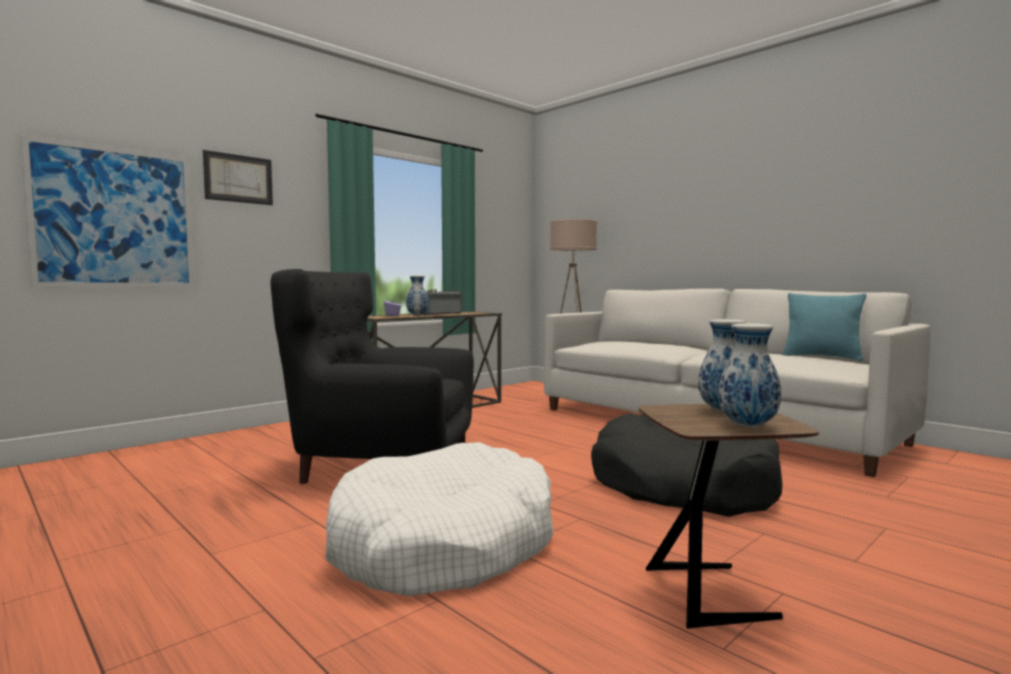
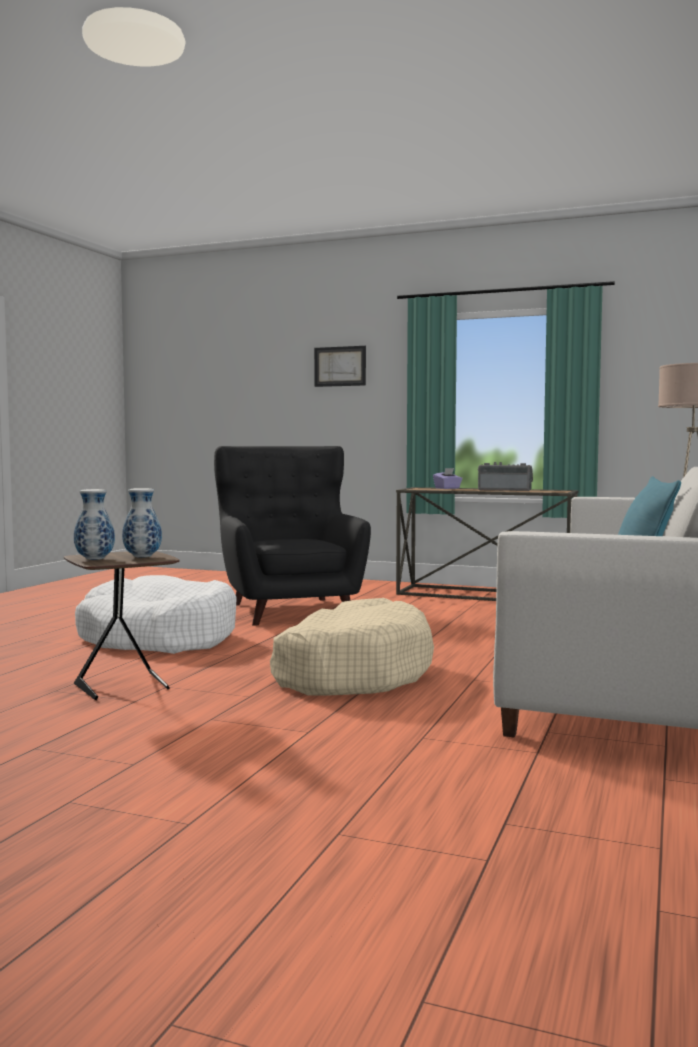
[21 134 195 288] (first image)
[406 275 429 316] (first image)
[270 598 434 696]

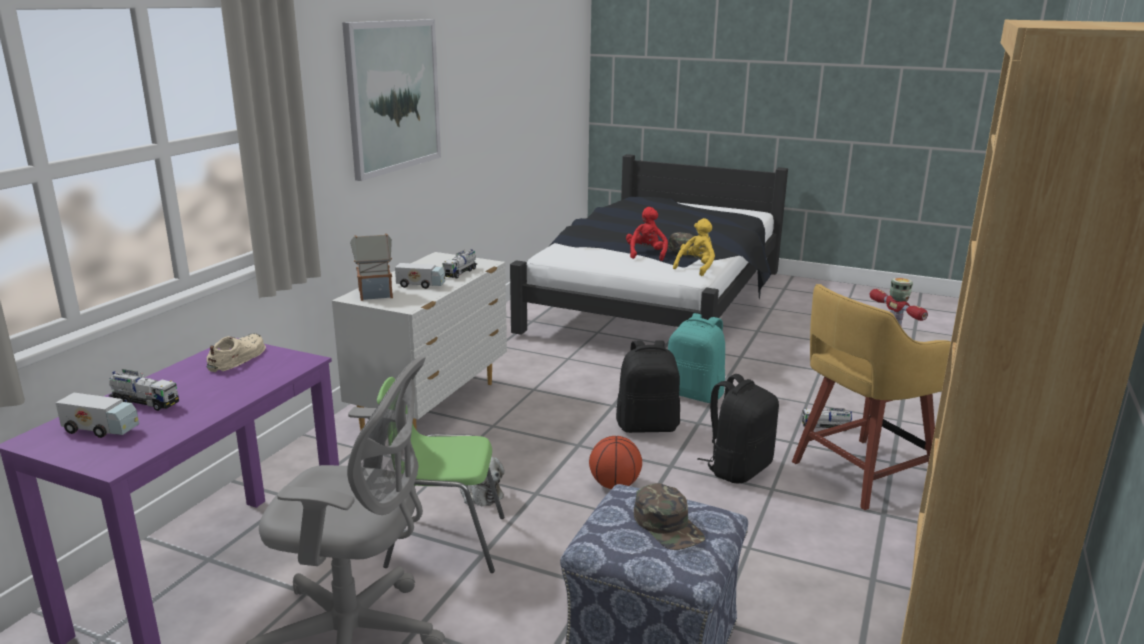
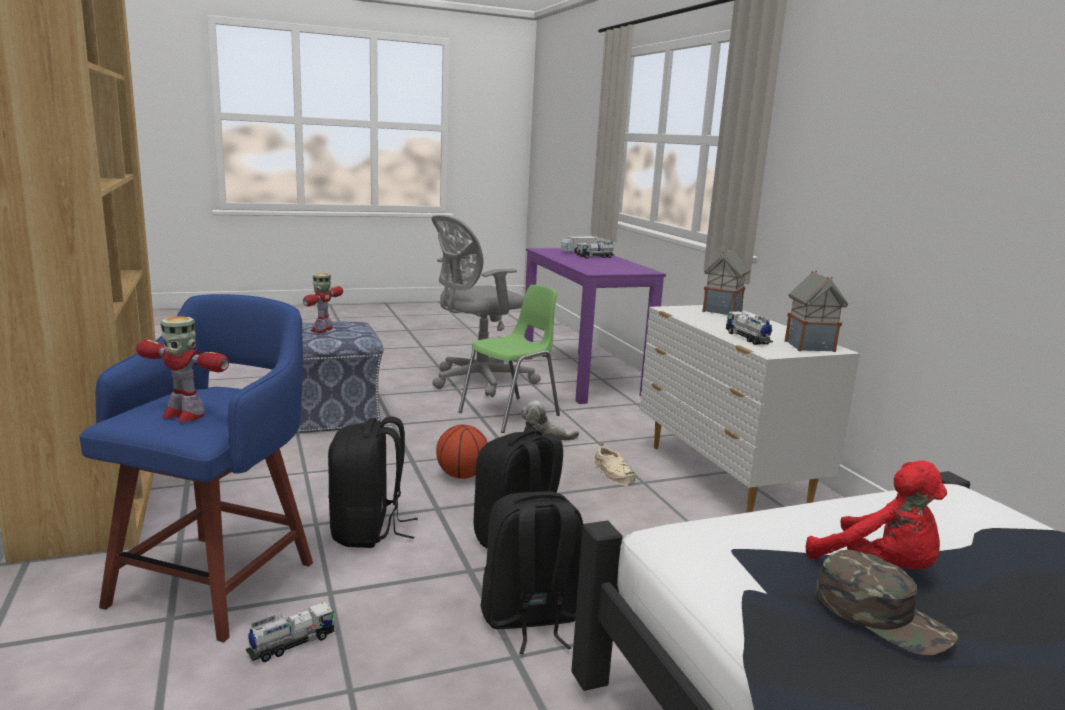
[342 19 441 181] (first image)
[673 218 715 276] (first image)
[395 263 445 289] (first image)
[79 294 313 642]
[481 491 583 654]
[595 443 636 486]
[303 273 343 333]
[785 271 848 352]

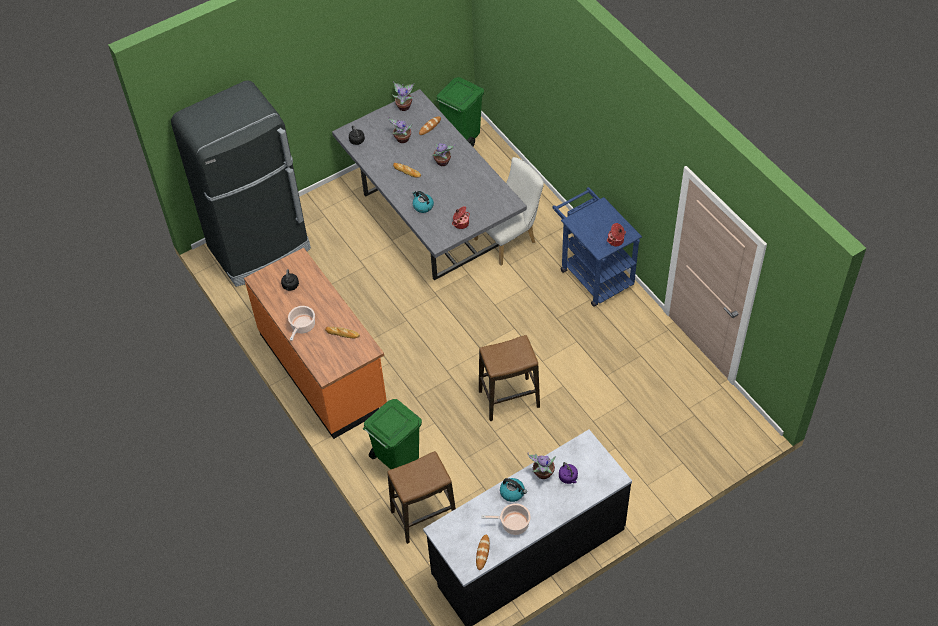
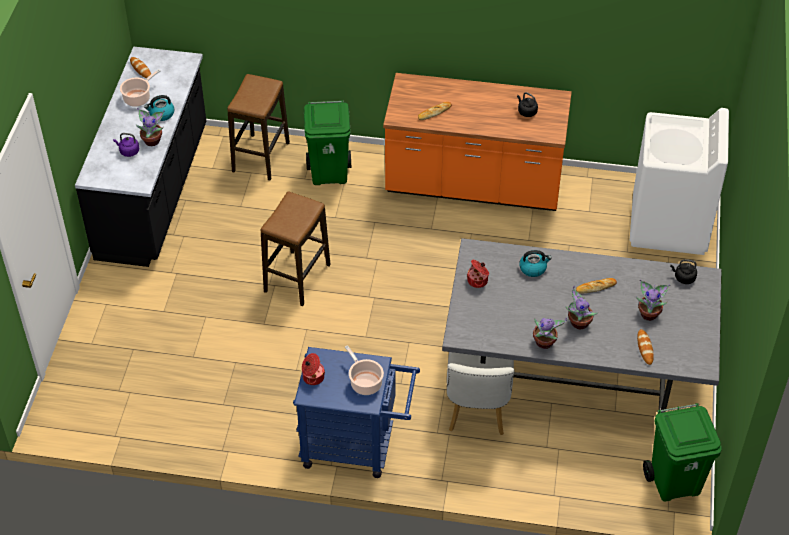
[630 108 729 255]
[533 318 567 349]
[345 345 384 395]

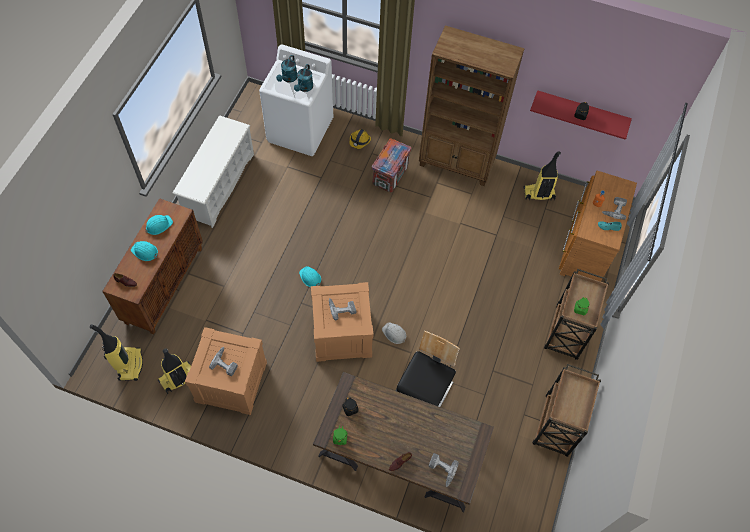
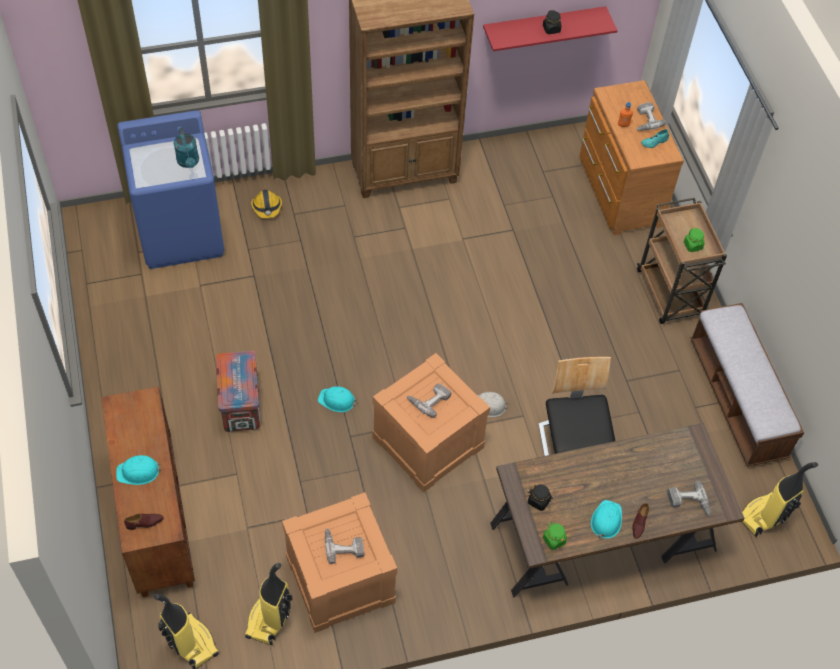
[117 110 224 269]
[276 55 297 82] (first image)
[172 115 254 228] (first image)
[216 351 260 432]
[742 462 818 537]
[591 500 622 539]
[691 303 804 467]

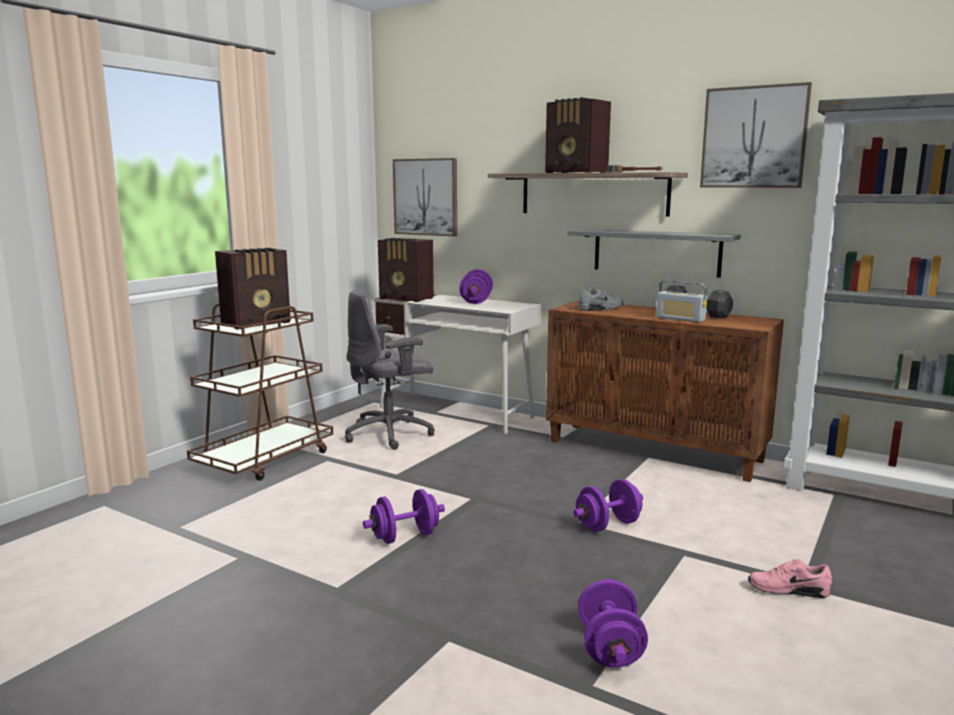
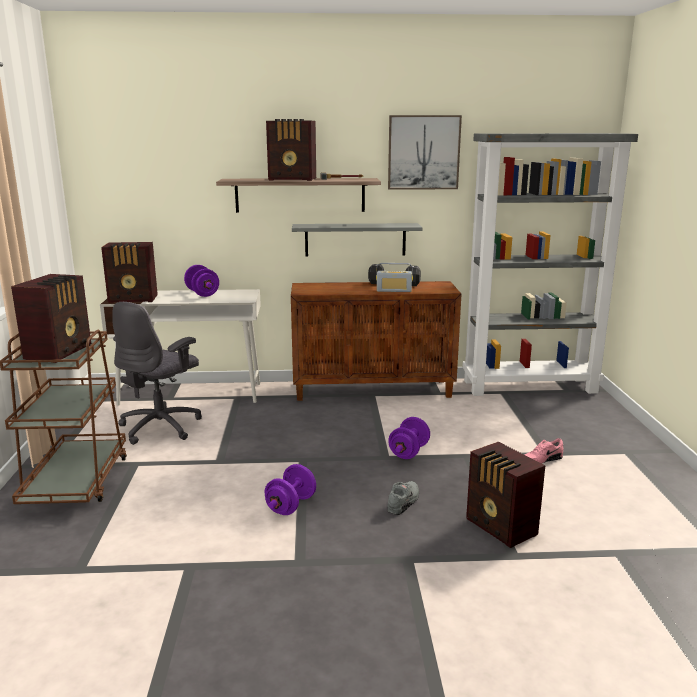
[393 158 457 236] (first image)
[387 481 419 515]
[466 442 545 548]

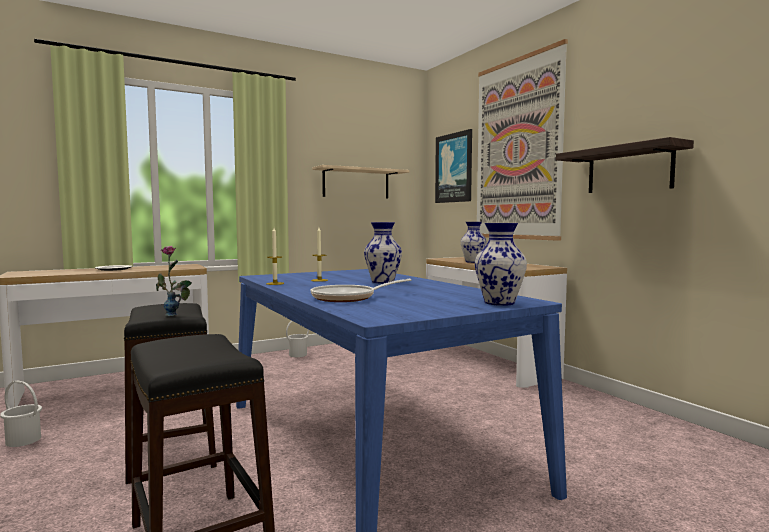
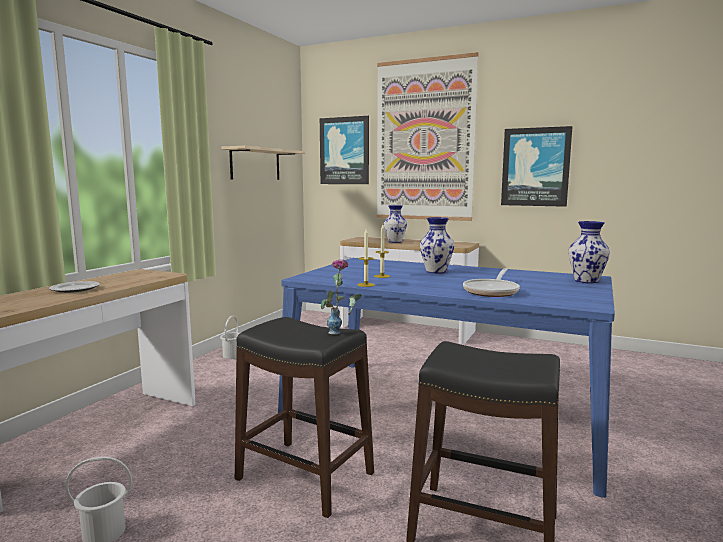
[501 126 572 207]

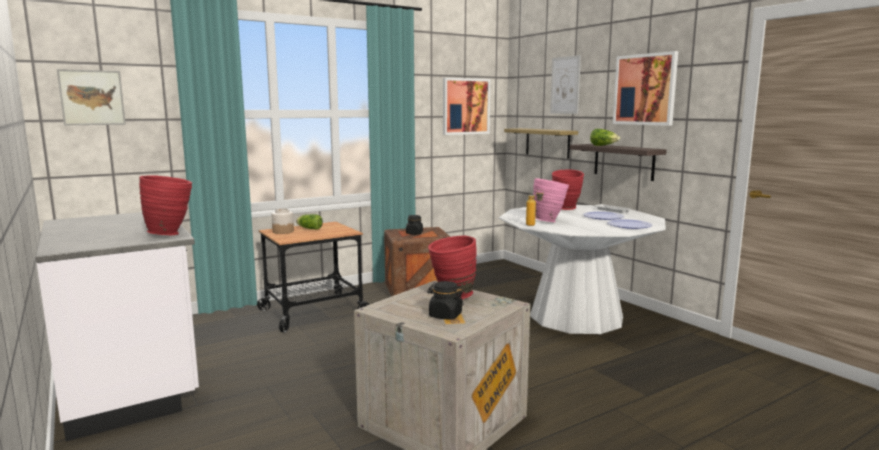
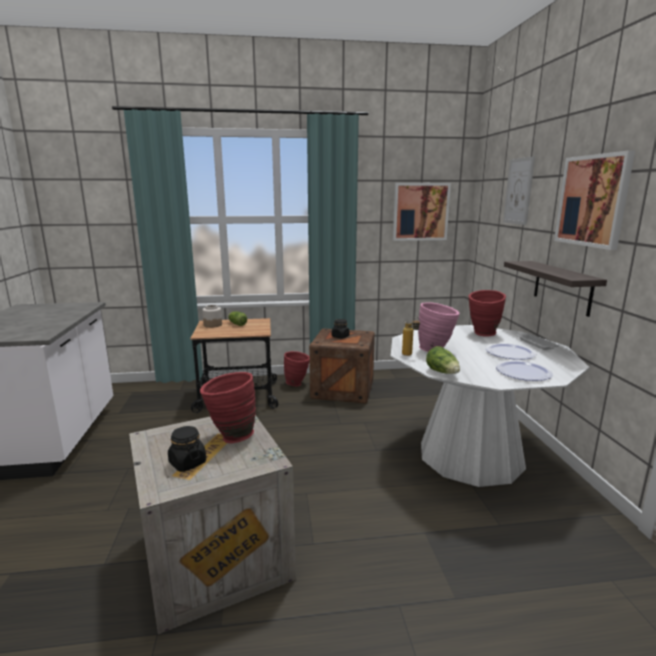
[57 69 126 125] (first image)
[504 128 578 159] (first image)
[426 346 460 374]
[284 351 310 387]

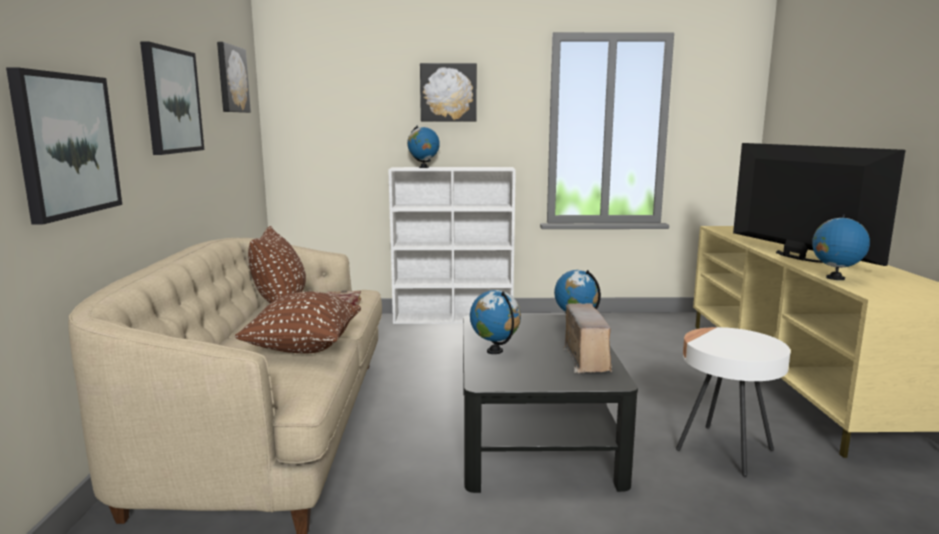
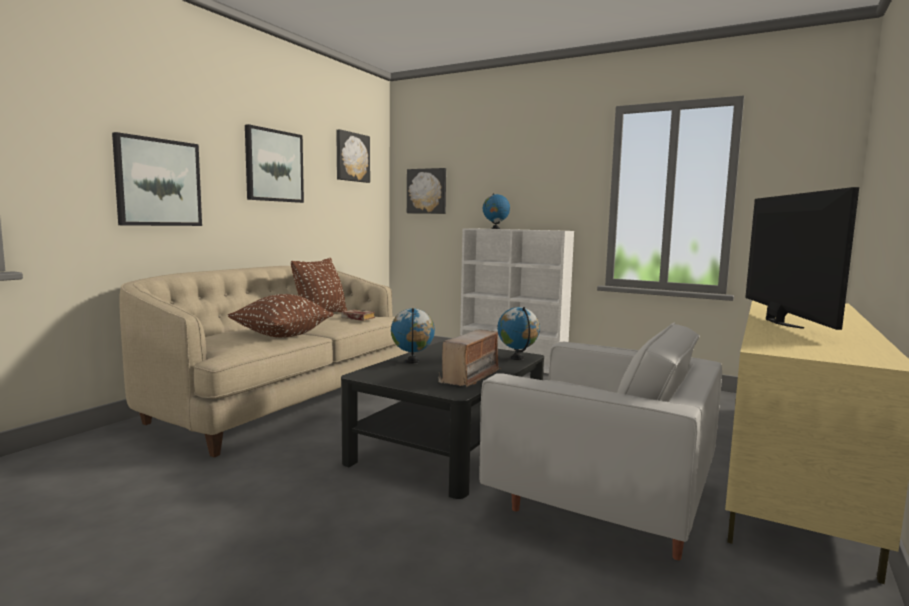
[407 168 446 214]
[812 214 870 280] (first image)
[479 322 722 560]

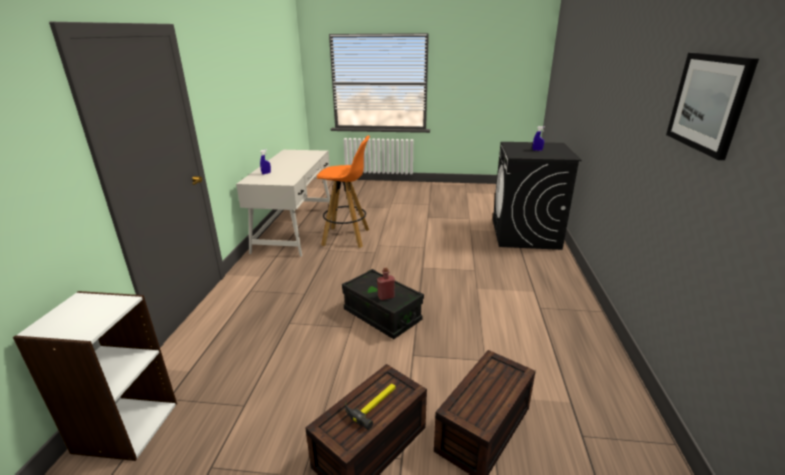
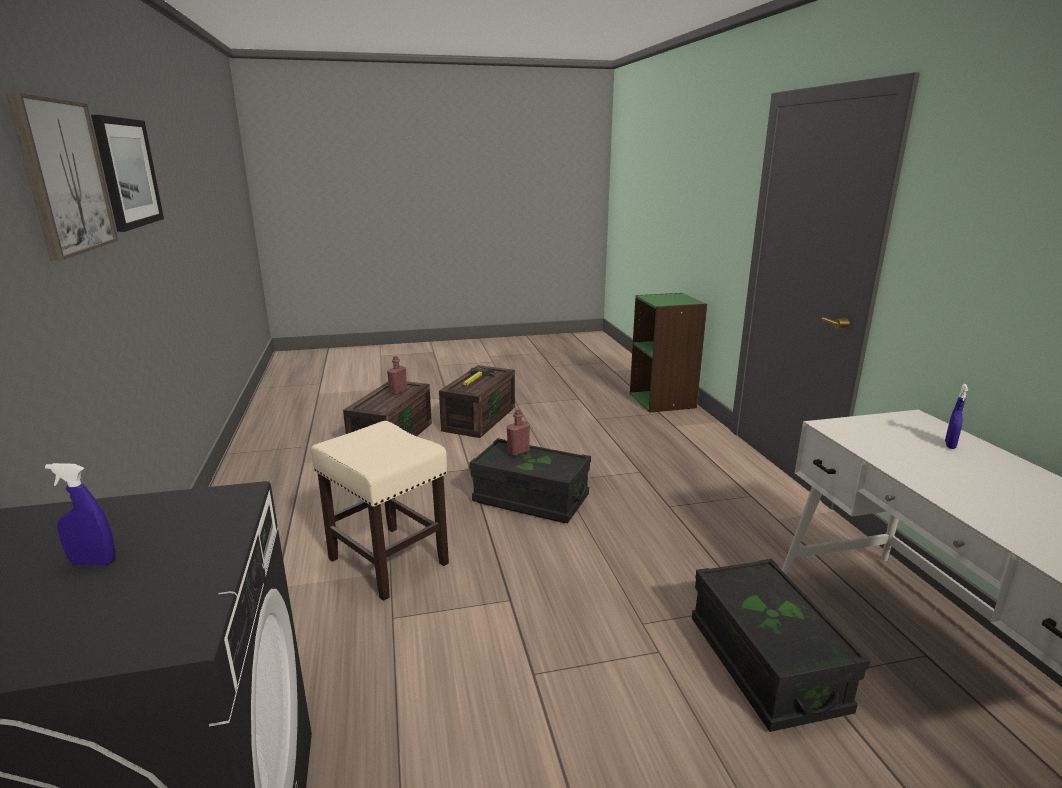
[692 559 871 732]
[630 293 707 413]
[6 93 118 260]
[387 356 407 395]
[311 421 449 601]

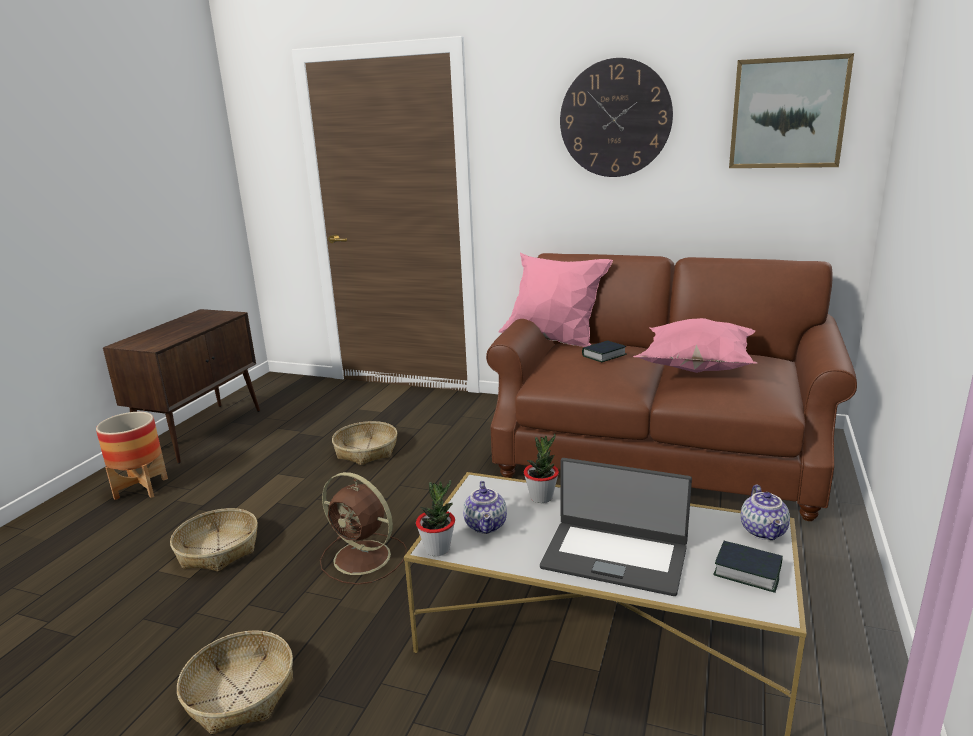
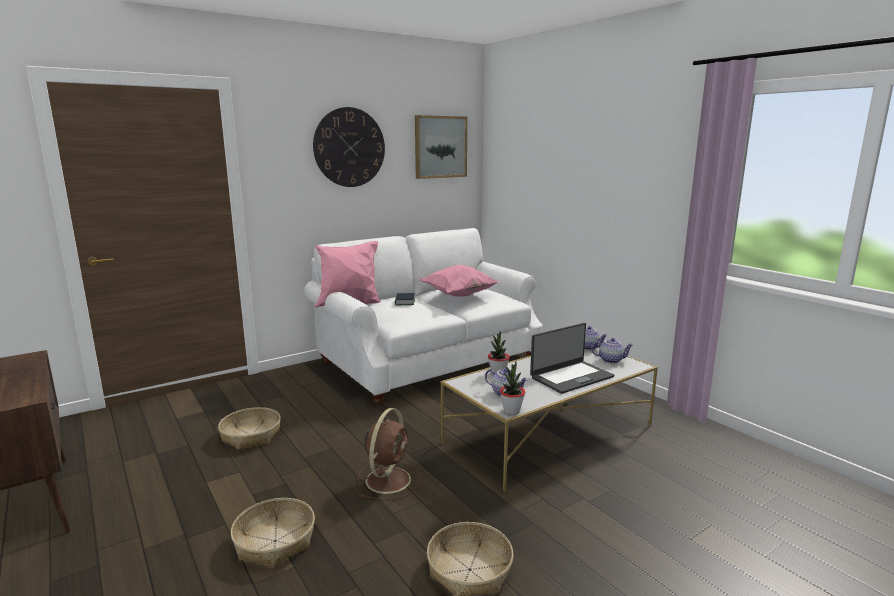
[304 228 542 405]
[96 412 168 500] (first image)
[358 408 422 500]
[591 338 633 363]

